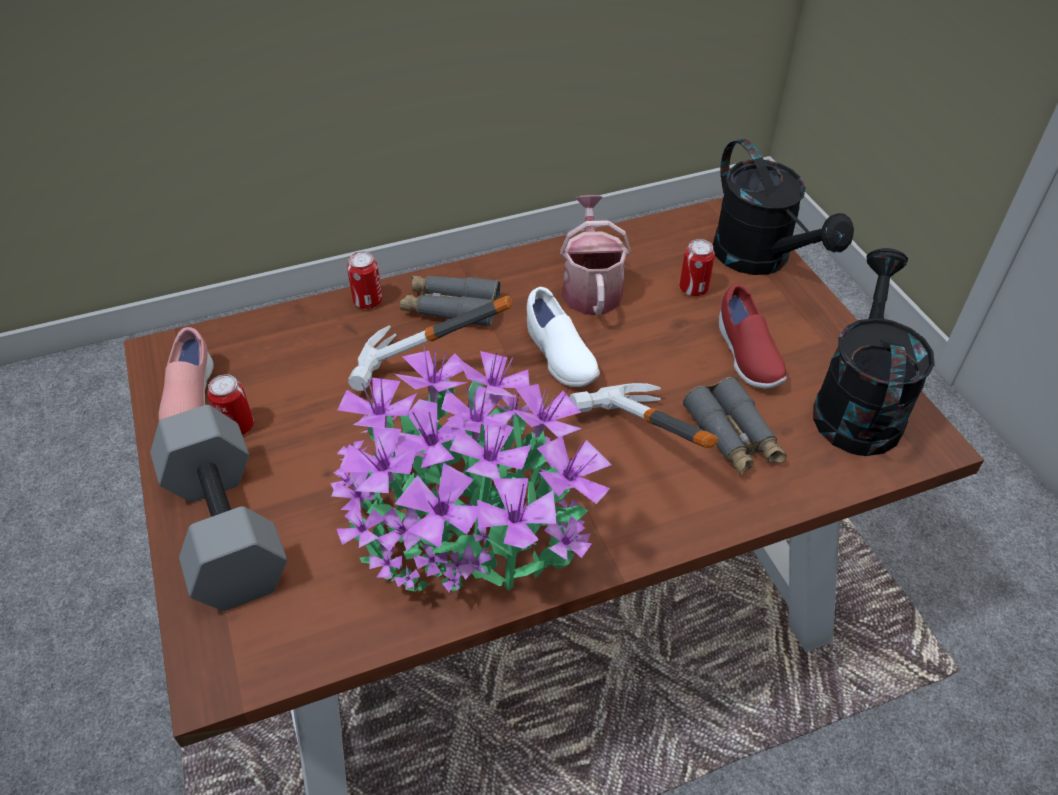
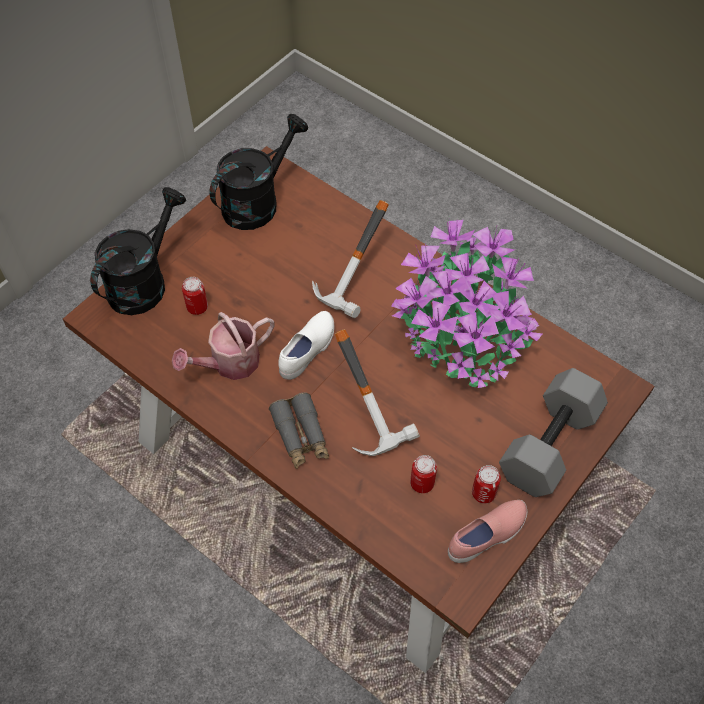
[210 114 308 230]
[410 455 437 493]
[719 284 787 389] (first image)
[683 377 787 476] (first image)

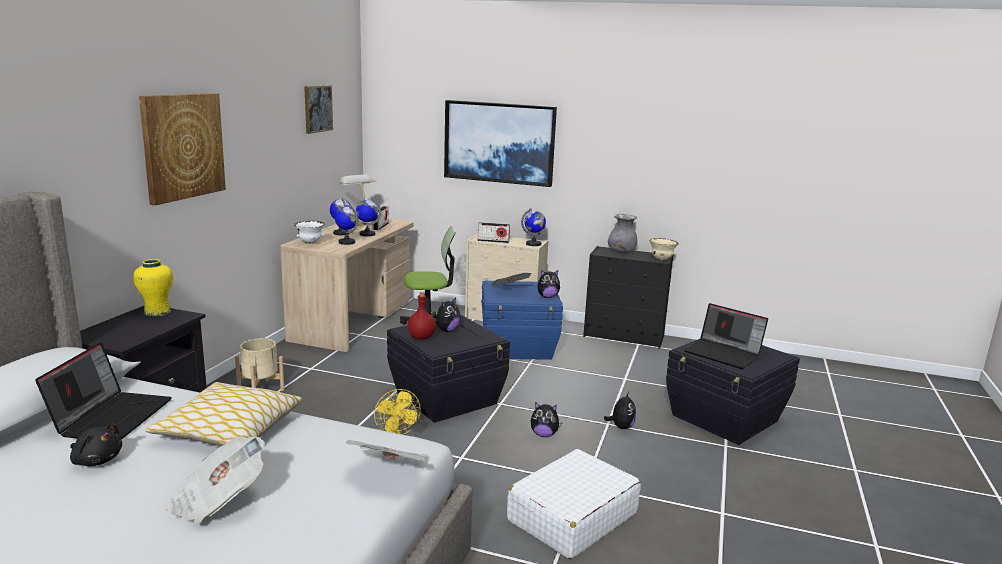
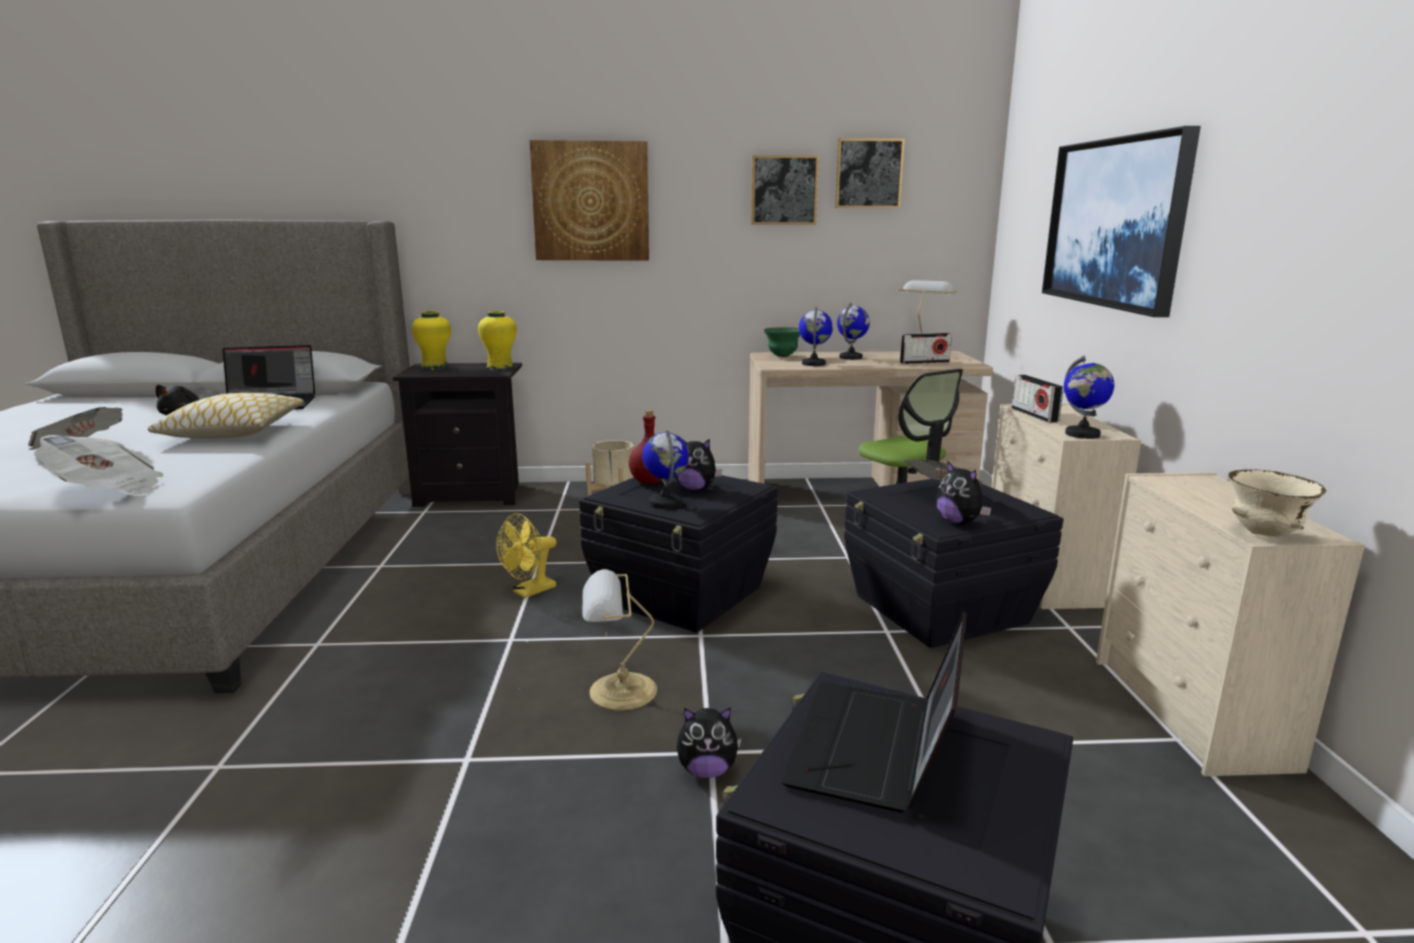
[642 430 689 509]
[608 214 637 253] (first image)
[764 327 800 357]
[1096 472 1365 776]
[844 479 1063 648]
[582 569 657 711]
[507 449 641 559] (first image)
[751 155 819 225]
[412 311 451 370]

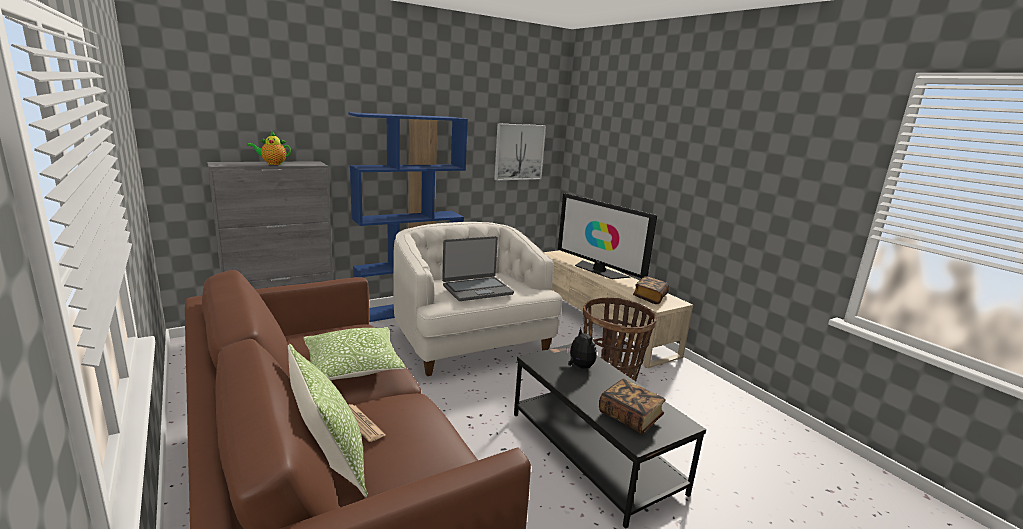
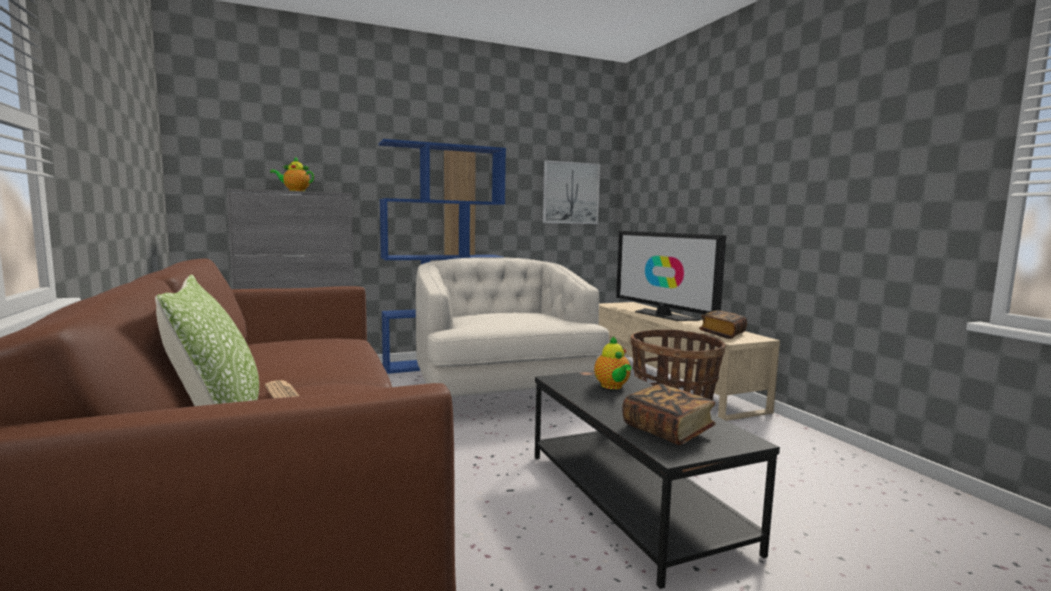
[442 236 514 301] (first image)
[303 327 406 380] (first image)
[594 336 632 389]

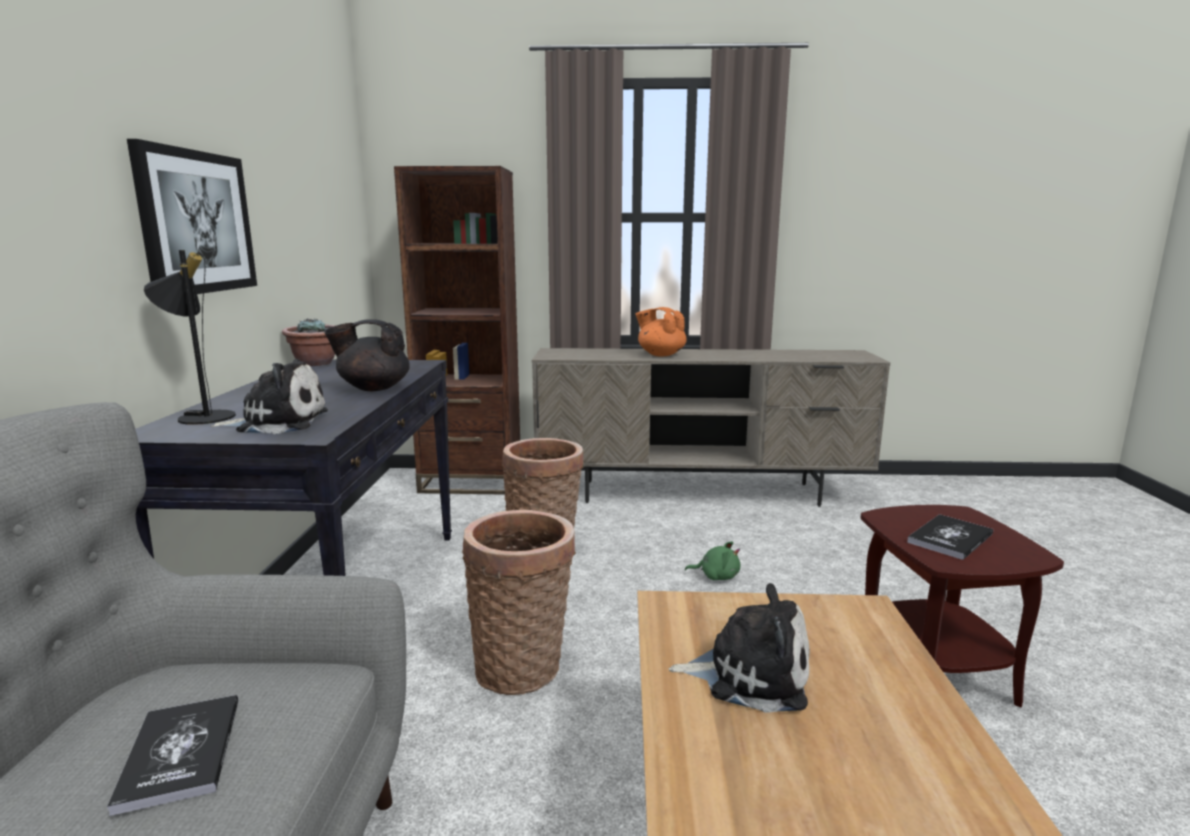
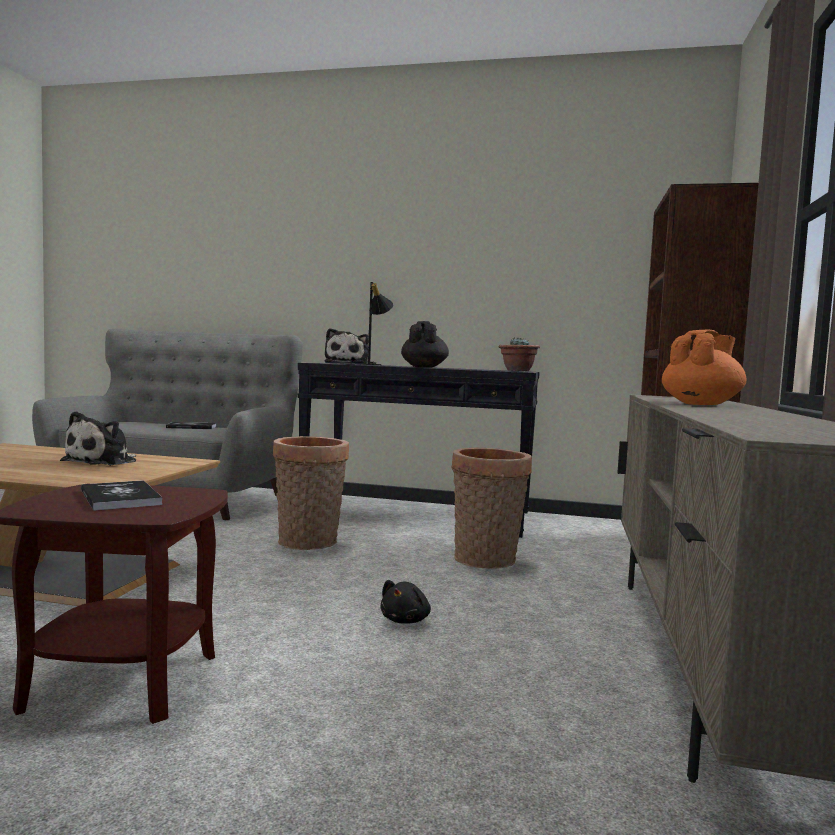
[127 139 257 294] (first image)
[380 580 431 624]

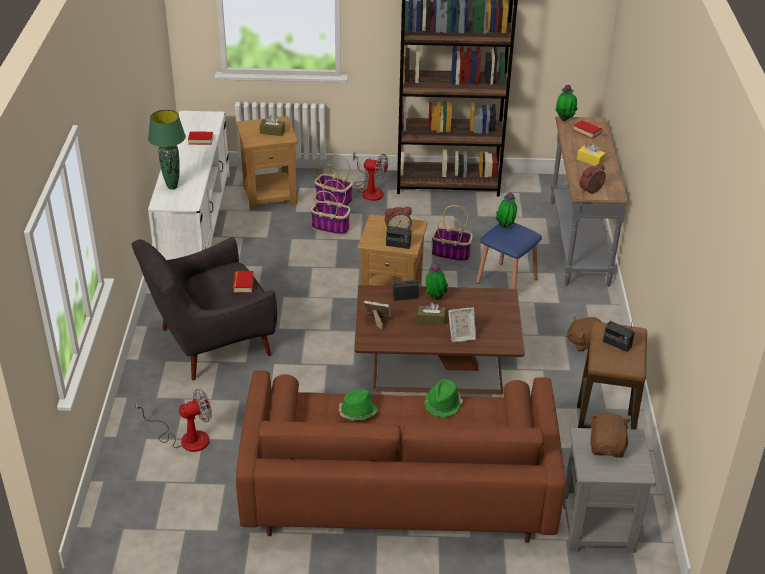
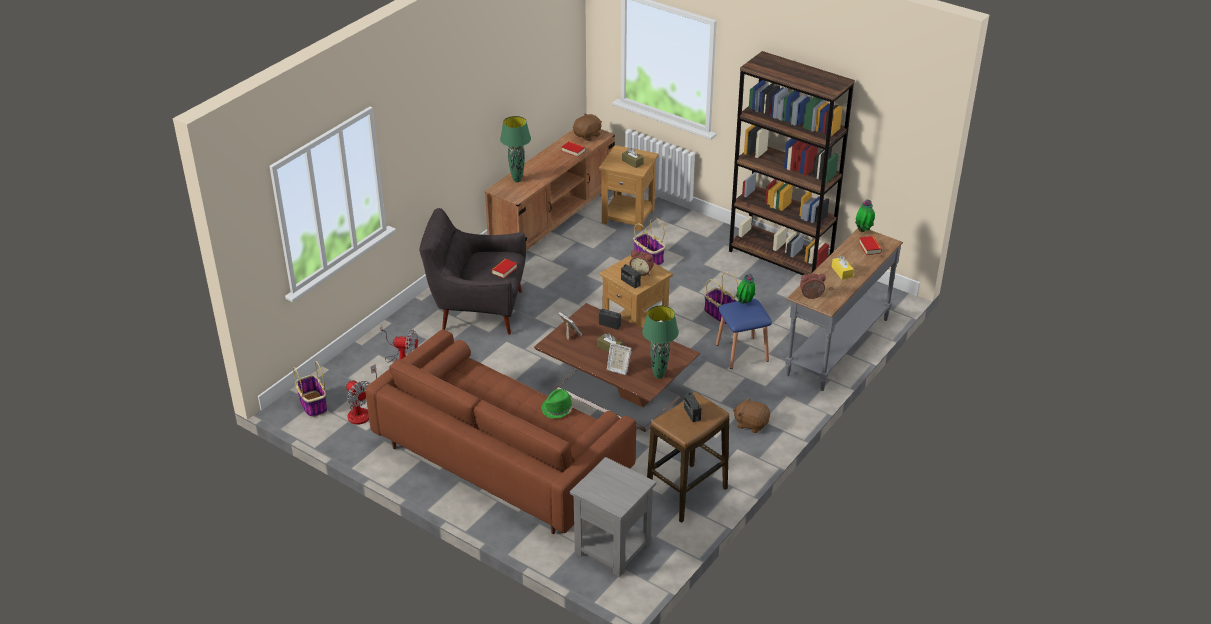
[485 129 615 251]
[346 364 377 425]
[293 361 328 417]
[426 263 448 300] (first image)
[339 389 378 420] (first image)
[573 113 602 141]
[642 305 679 379]

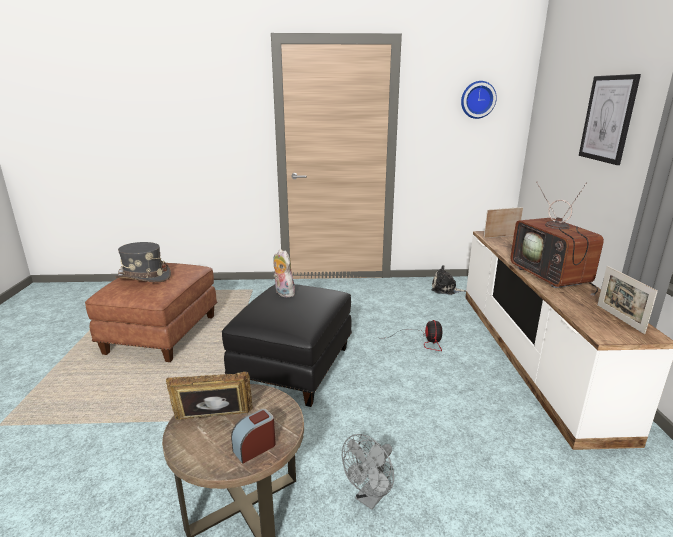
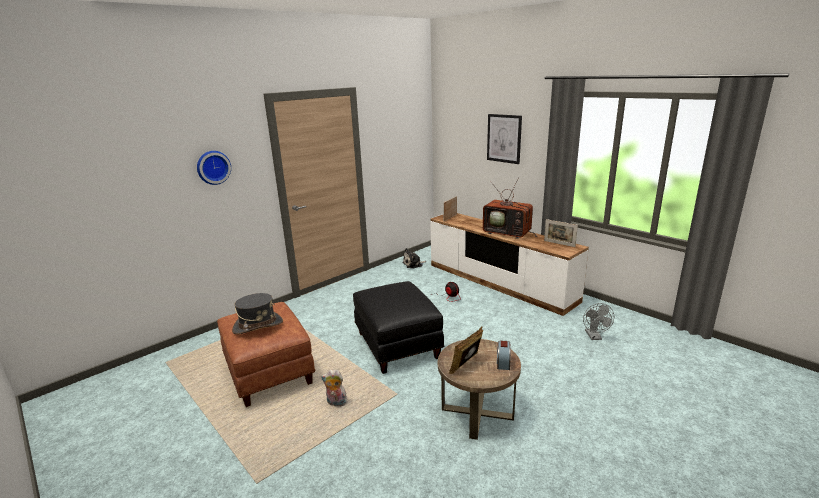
[197 151 231 185]
[321 370 348 407]
[583 303 614 340]

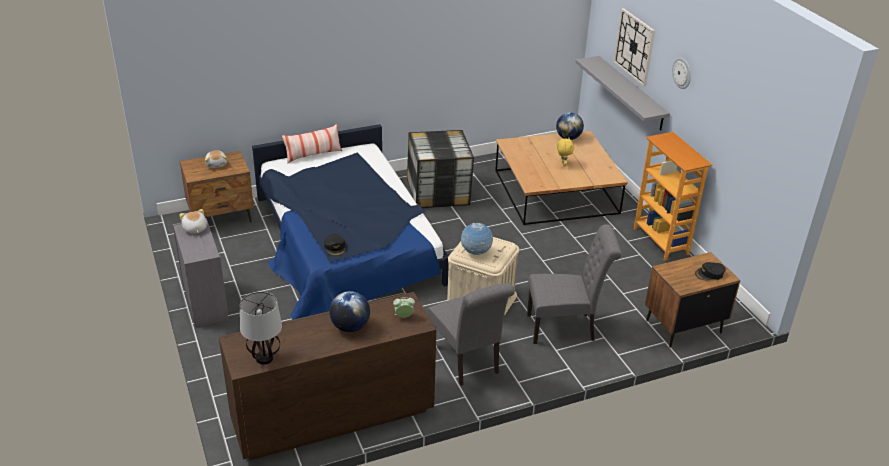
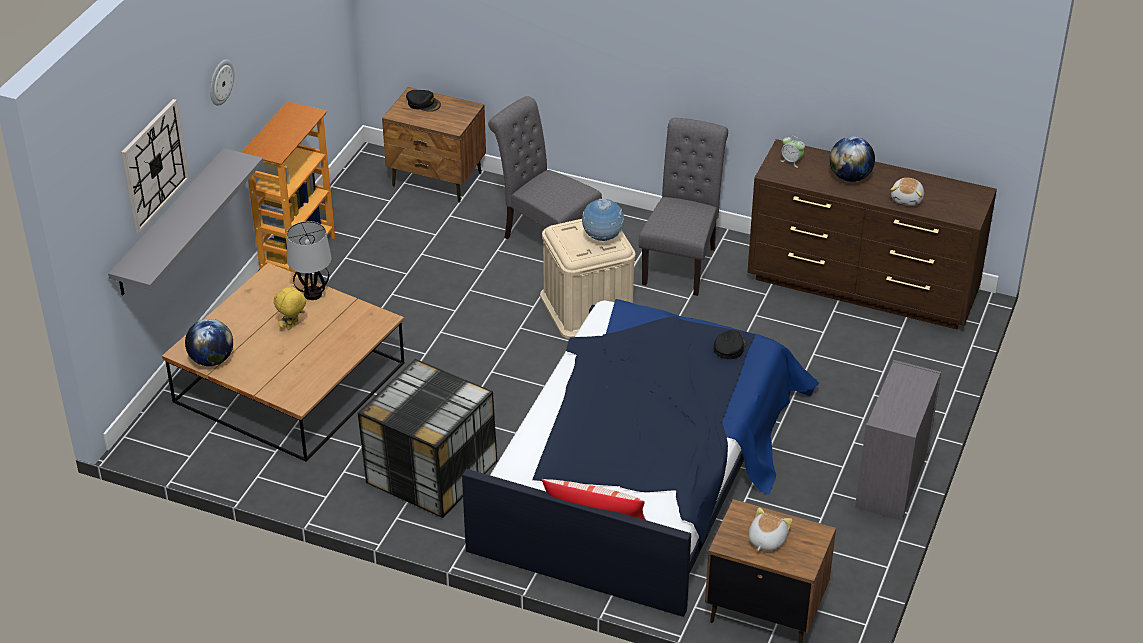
[890 178 924 206]
[287 221 331 300]

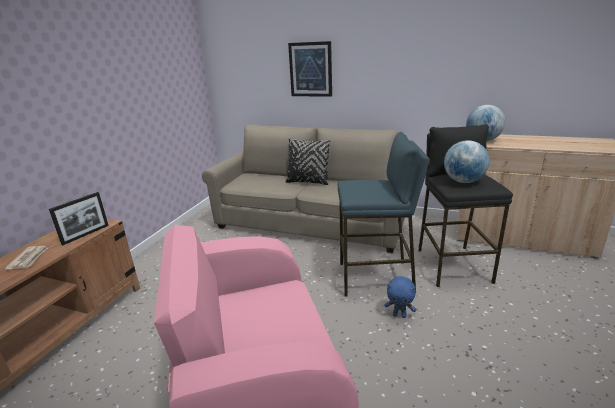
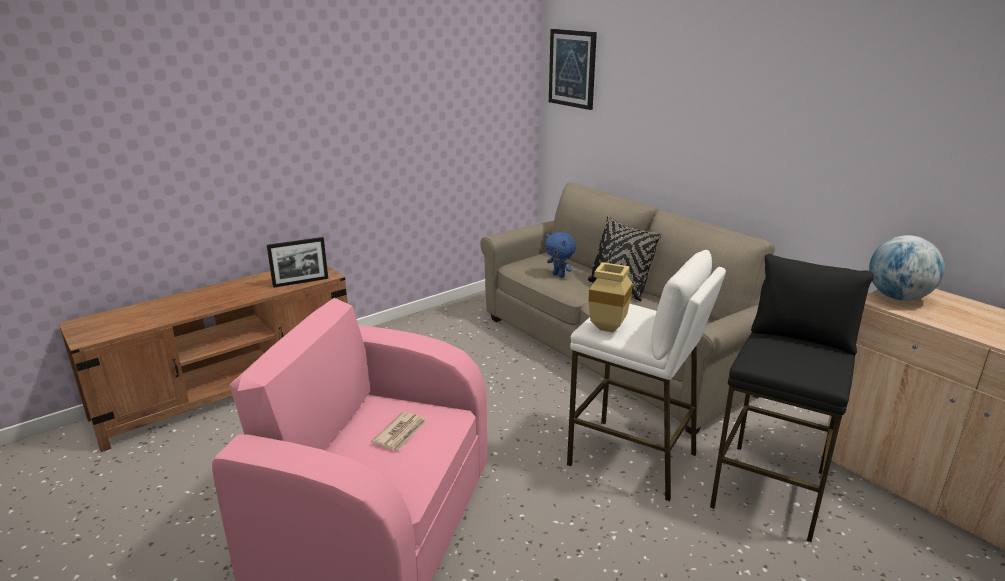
[549 29 597 110]
[567 250 726 502]
[444 140 489 183] (first image)
[371 411 426 450]
[544 232 576 278]
[588 262 633 332]

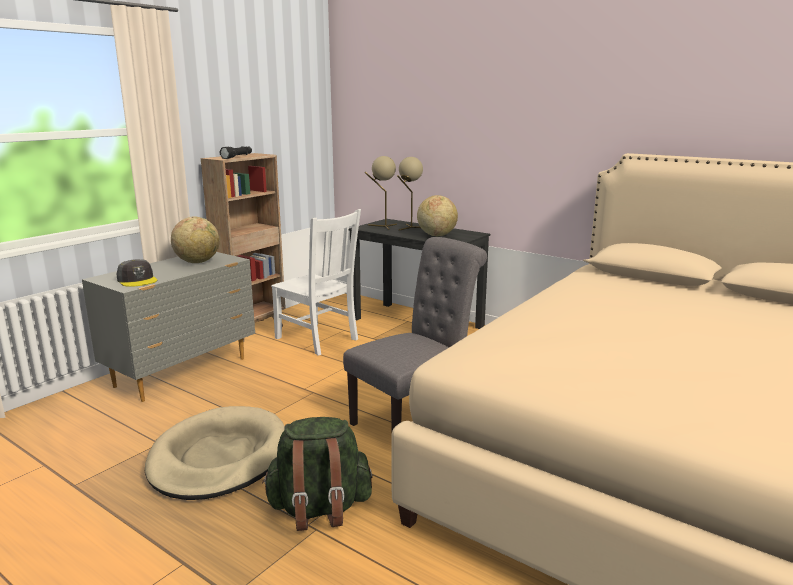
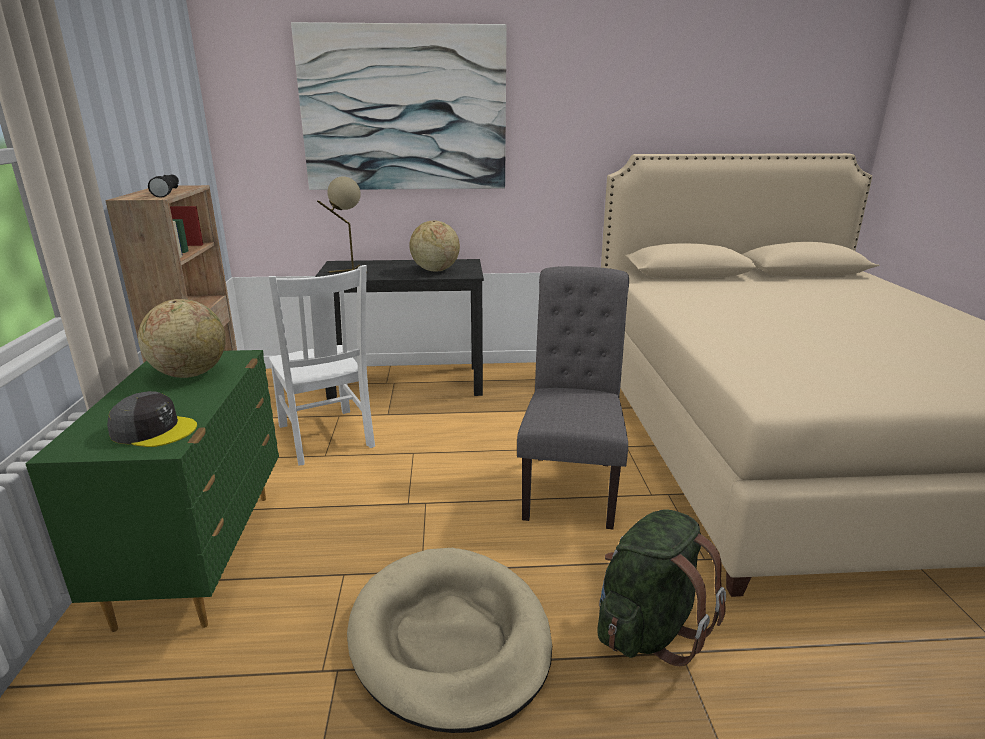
[397 157 423 231] (first image)
[269 265 375 465]
[25 350 279 632]
[291 22 507 190]

